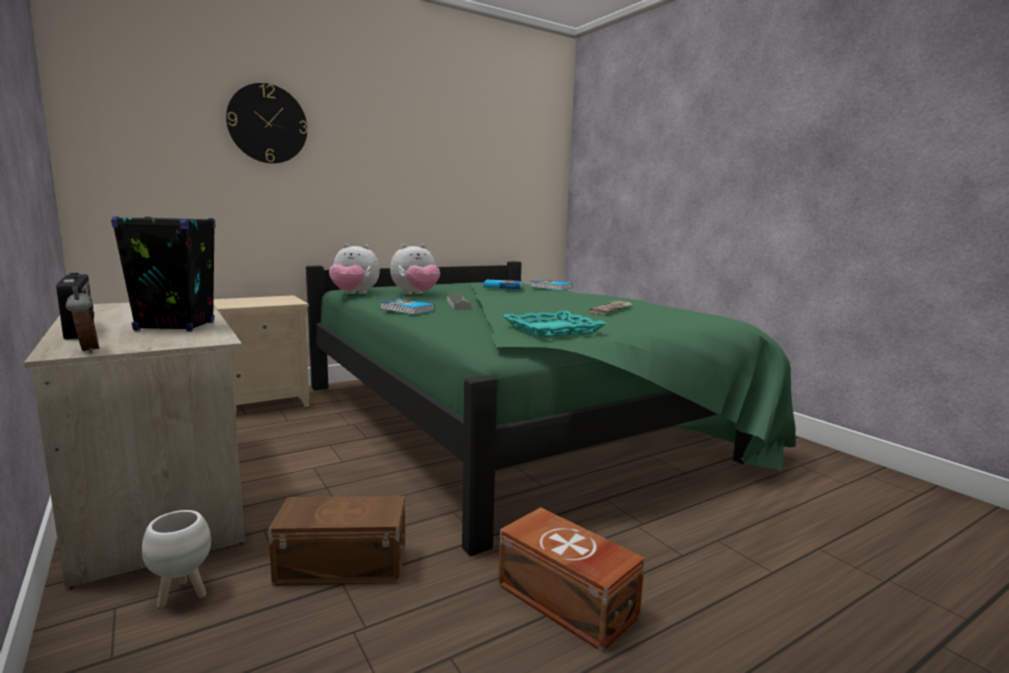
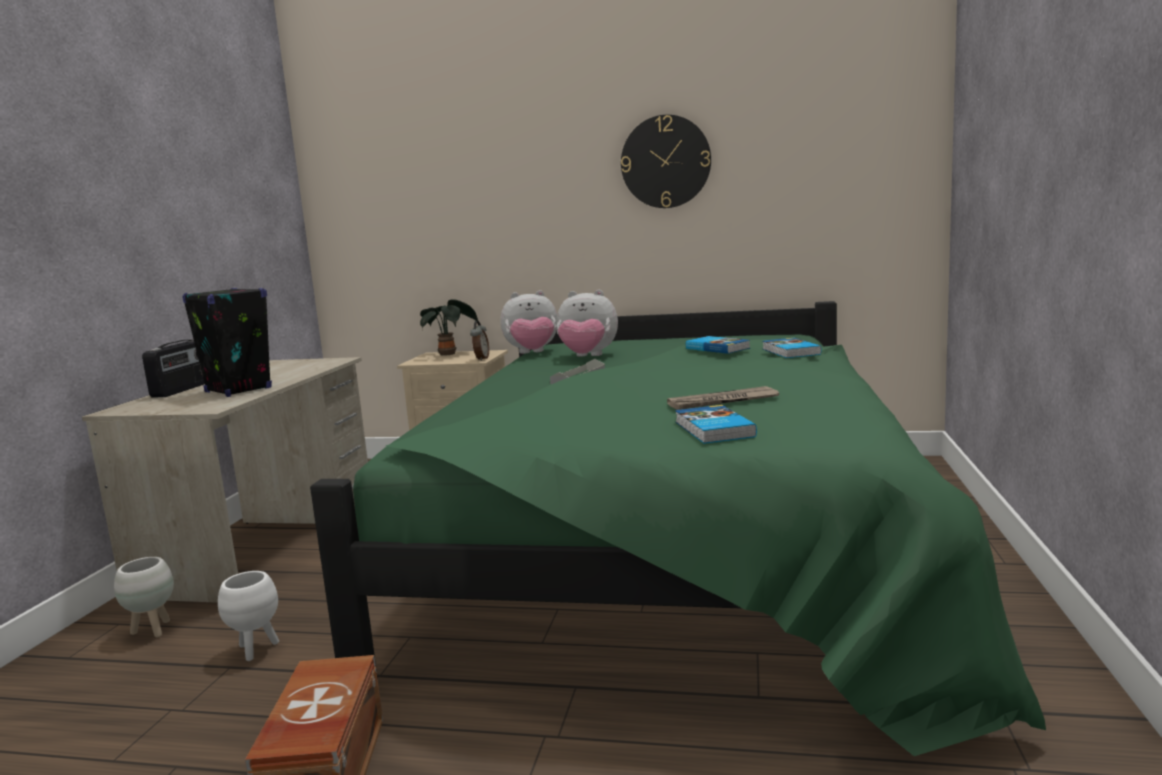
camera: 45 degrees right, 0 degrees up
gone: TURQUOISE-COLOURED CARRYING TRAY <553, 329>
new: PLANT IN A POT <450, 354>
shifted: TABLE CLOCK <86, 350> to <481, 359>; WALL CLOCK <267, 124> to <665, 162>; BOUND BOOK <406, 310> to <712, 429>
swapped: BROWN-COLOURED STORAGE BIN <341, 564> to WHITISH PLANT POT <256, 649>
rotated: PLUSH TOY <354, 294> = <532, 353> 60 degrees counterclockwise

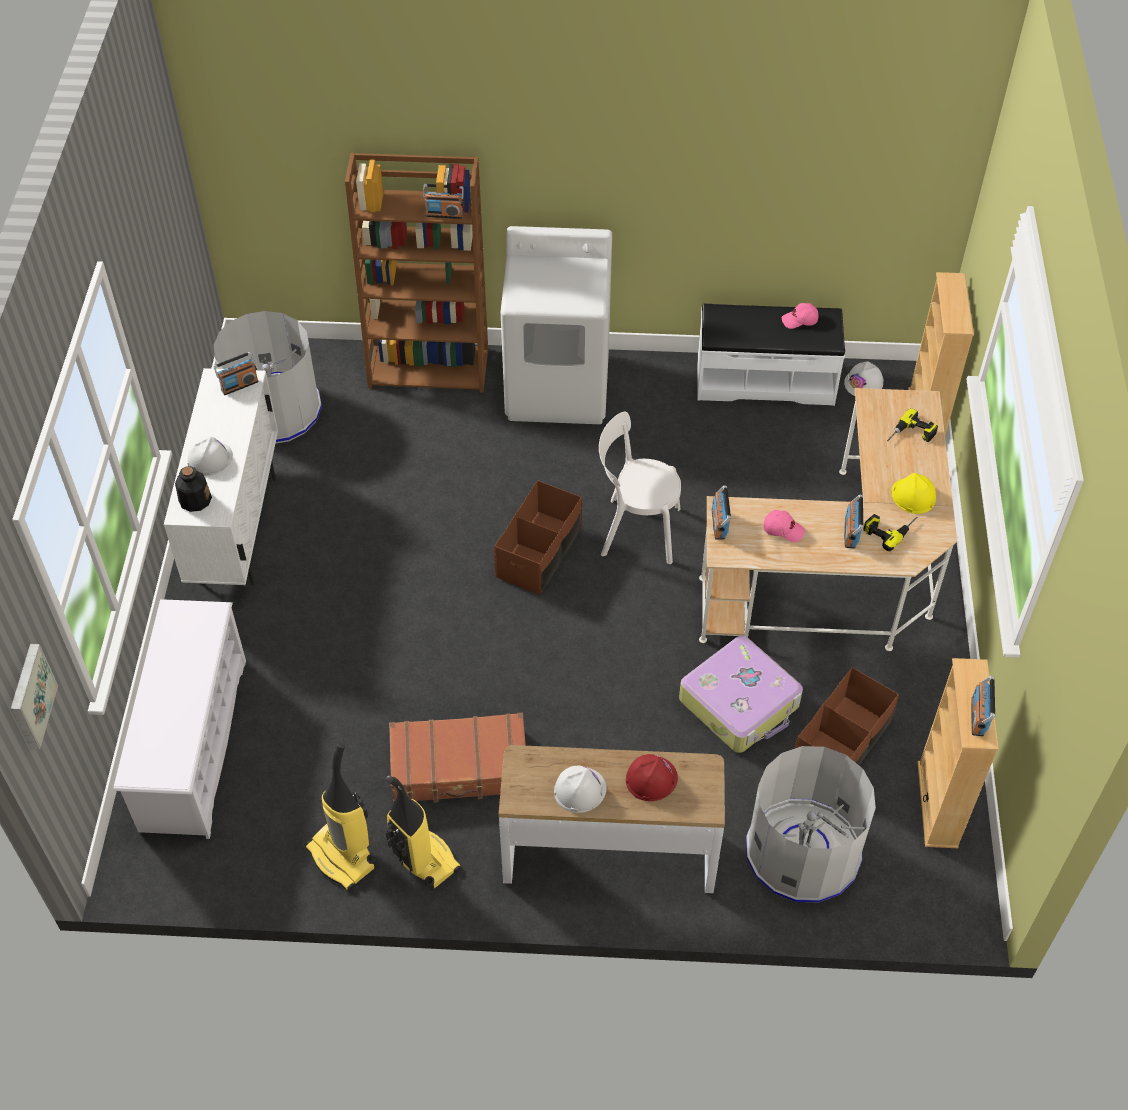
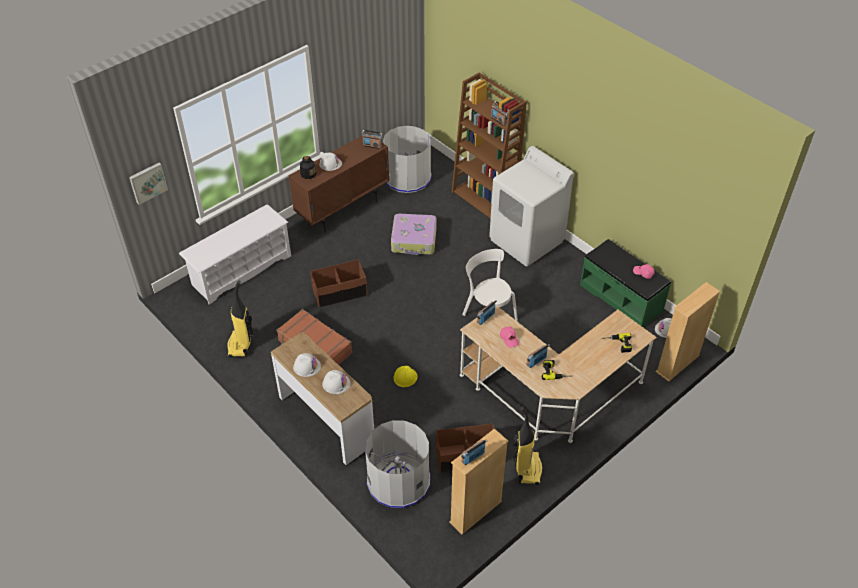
camera: 45 degrees right, 5 degrees down
shifted: BROWN-COLOURED STORAGE BIN <539, 552> to <340, 292>; PIECE OF LUGGAGE <740, 703> to <414, 240>; YELLOW-COLOURED HARD HAT <913, 496> to <405, 377>; VACUUM CLEANER <422, 859> to <527, 468>
repainted: WHITISH CABINET <238, 529> to BROWN-COLOURED CABINET <343, 210>; RED HARD HAT <651, 778> to WHITISH HARD HAT <336, 383>; WHITISH LONG SEAT <765, 380> to GREENISH LONG SEAT <621, 297>

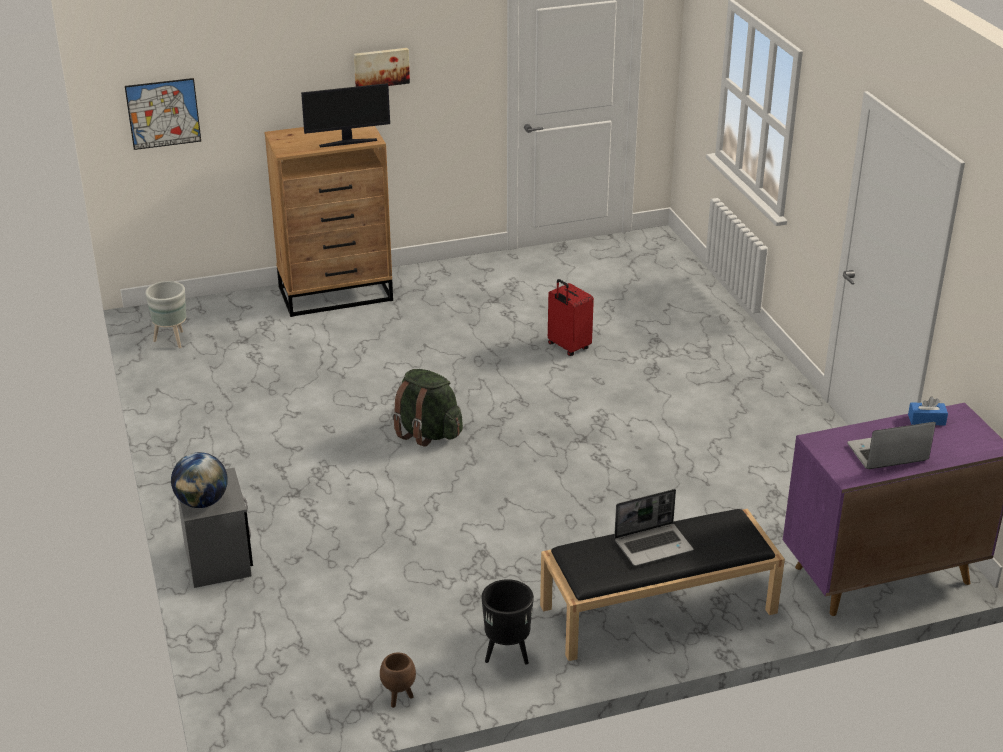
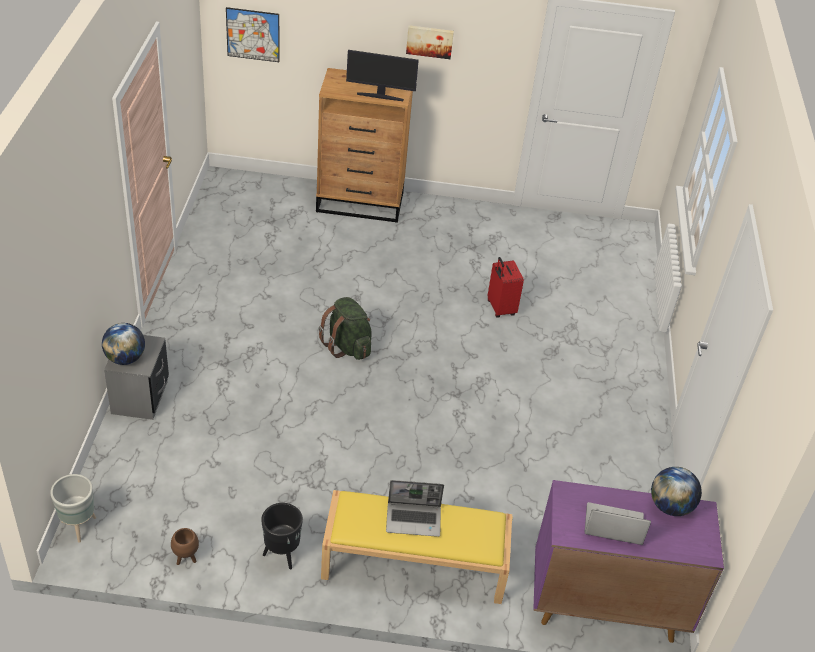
camera: 20 degrees right, 10 degrees up
shifted: GREY PLANT POT <171, 340> to <79, 526>
swapped: BLUE TISSUE HOLDER <926, 420> to DESK GLOBE <670, 506>
repainted: BLACKISH LONG SEAT <657, 610> to YELLOW-COLOURED LONG SEAT <413, 563>

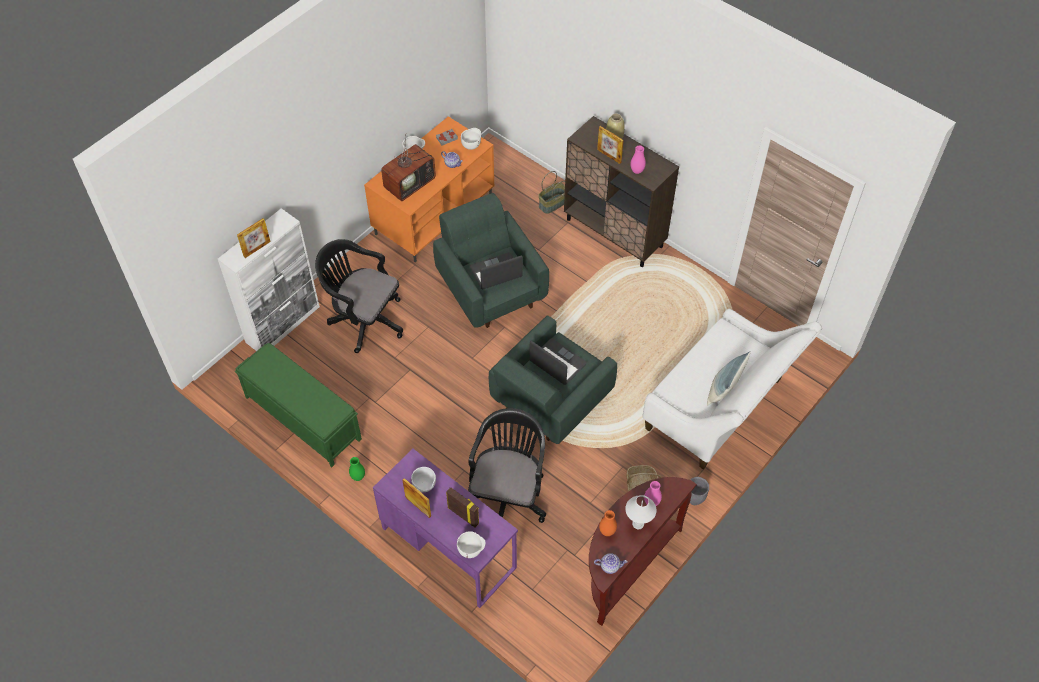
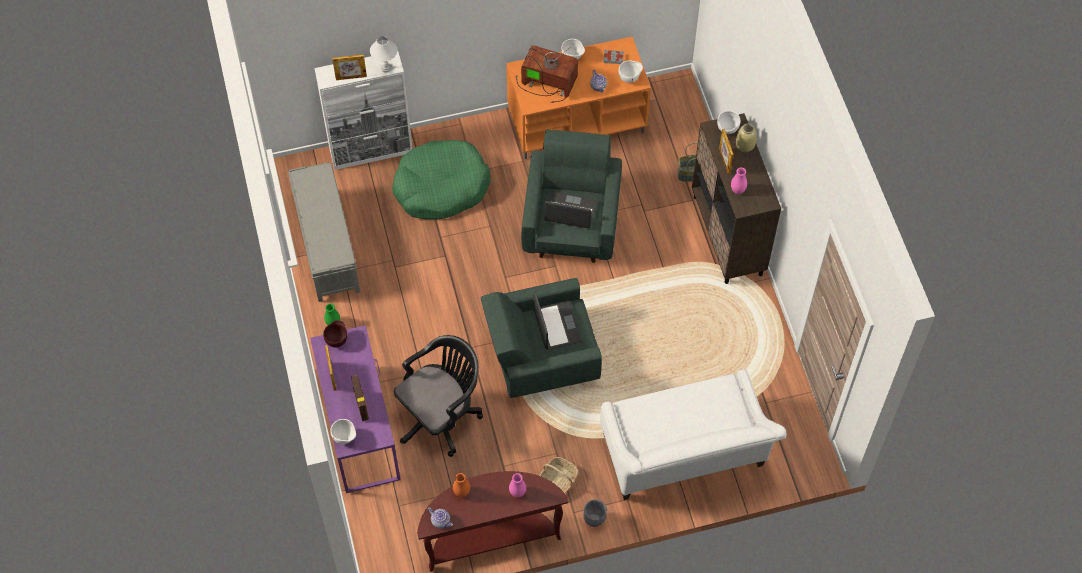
camera: 35 degrees right, 5 degrees up
gone: CUSHION <723, 390>
new: BROWN-COLOURED DEEP DISH <337, 340>
shifted: WHITISH TABLE LAMP <638, 523> to <385, 67>; WHITISH DEEP DISH <424, 487> to <727, 130>
swapped: BLACKISH OFFICE CHAIR <364, 319> to GREENISH DOG BED <441, 187>
repainted: GREENISH LONG SEAT <302, 417> to GREY LONG SEAT <327, 244>
rotated: TELEVISION <410, 183> = <547, 84> 150 degrees counterclockwise

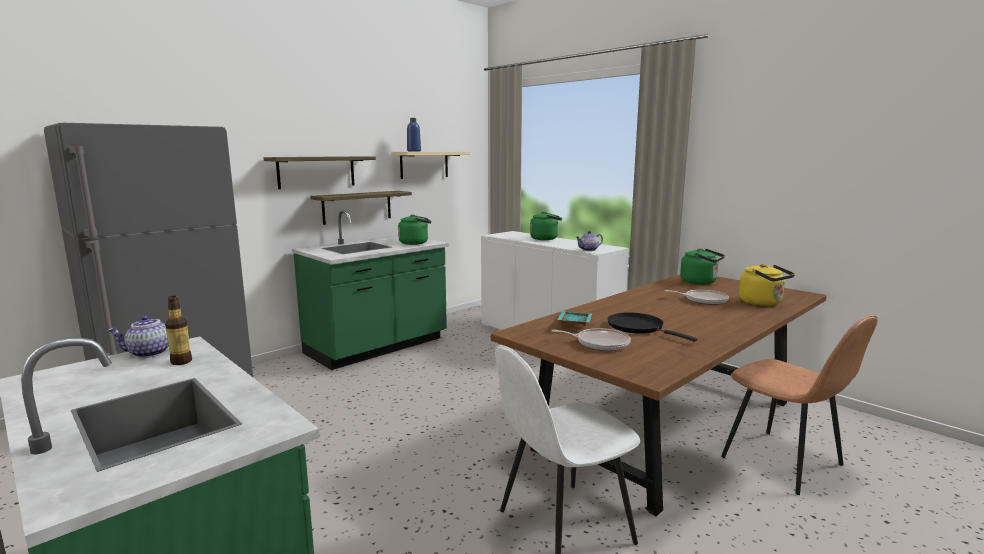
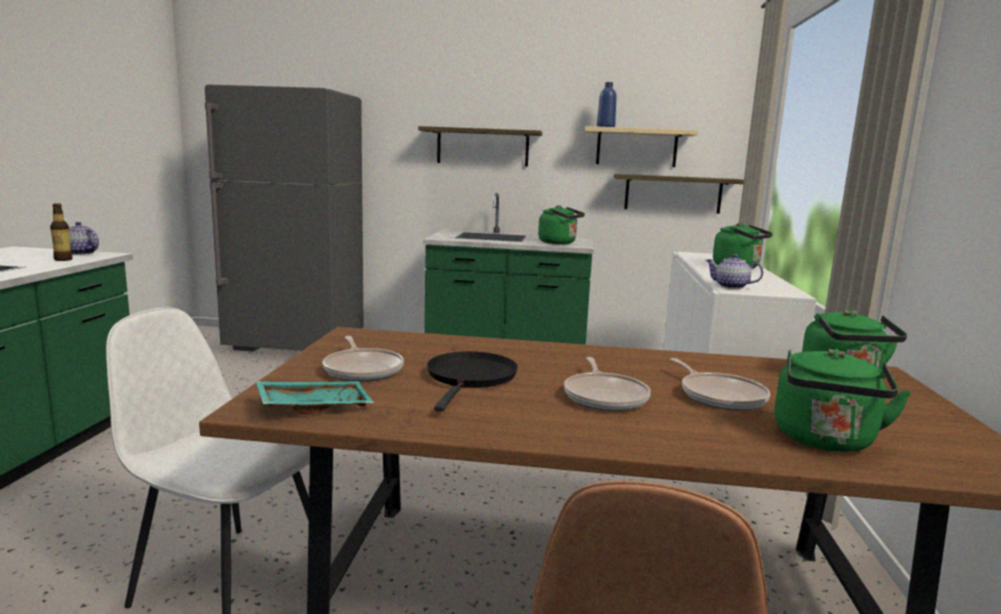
camera: 50 degrees right, 0 degrees up
new: PAN <605, 396>
shifted: TURQUOISE-COLOURED CARRYING TRAY <573, 324> to <314, 406>; WALL SHELF <357, 207> to <673, 193>
repainted: YELLOW-COLOURED WATER KETTLE <763, 303> to GREENISH WATER KETTLE <825, 441>

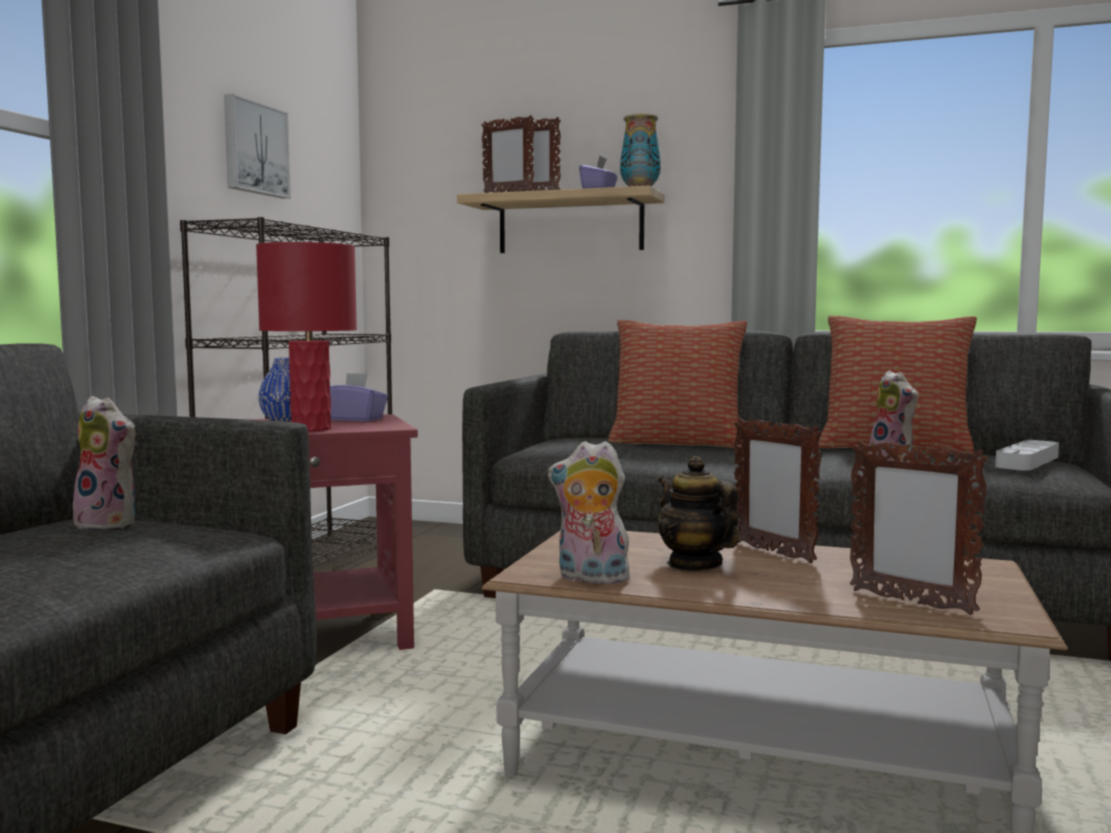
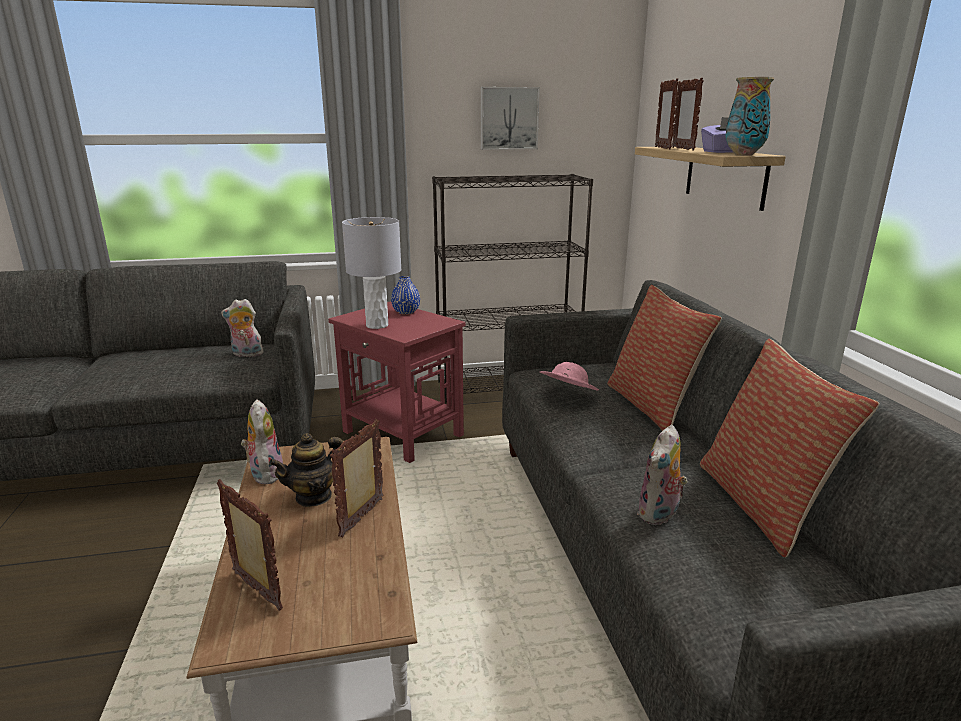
camera: 60 degrees right, 15 degrees up
gone: PURPLISH TISSUE HOLDER <355, 419>; GREY CARRYING TRAY <1027, 462>
new: PINK CLOTHING HAT <567, 394>
repainted: RED TABLE LAMP <311, 429> to GREY TABLE LAMP <376, 325>
rotated: PHOTO FRAME <910, 602> = <257, 592> 120 degrees clockwise; PLUSH TOY <111, 525> = <246, 354> 90 degrees clockwise; POT FOR TEA <694, 564> = <314, 496> 150 degrees counterclockwise

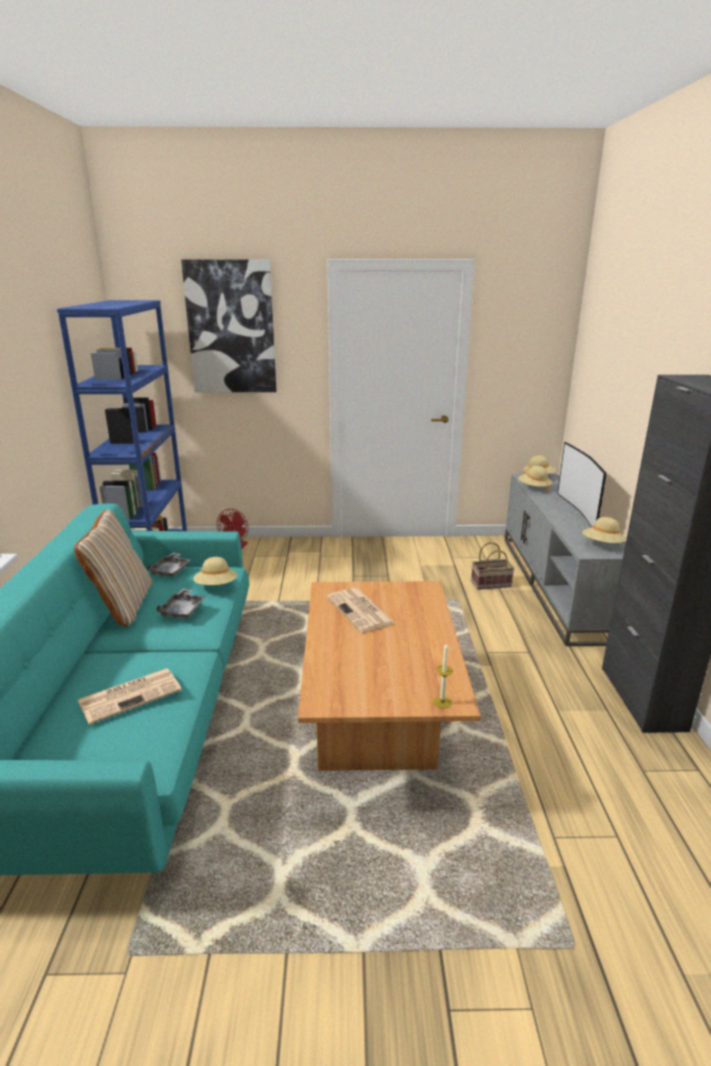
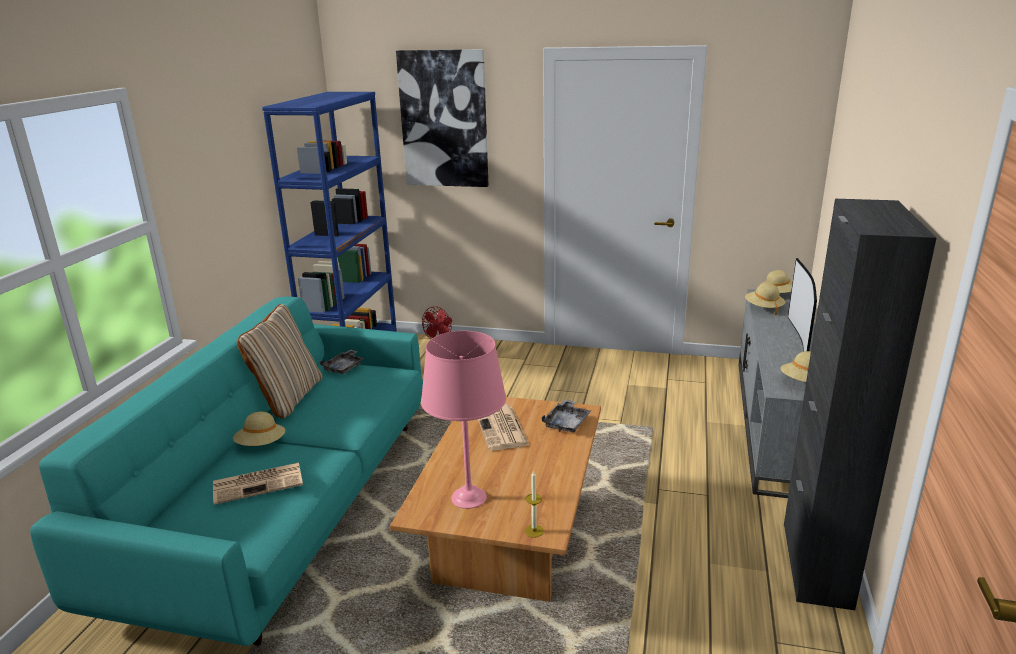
camera: 15 degrees right, 0 degrees up
gone: HOUSEHOLD BASKET <491, 583>
new: PINK TABLE LAMP <469, 497>
shifted: SAND-COLOURED CLOTHING HAT <216, 586> to <261, 445>; GREY CARRYING TRAY <183, 610> to <567, 423>

